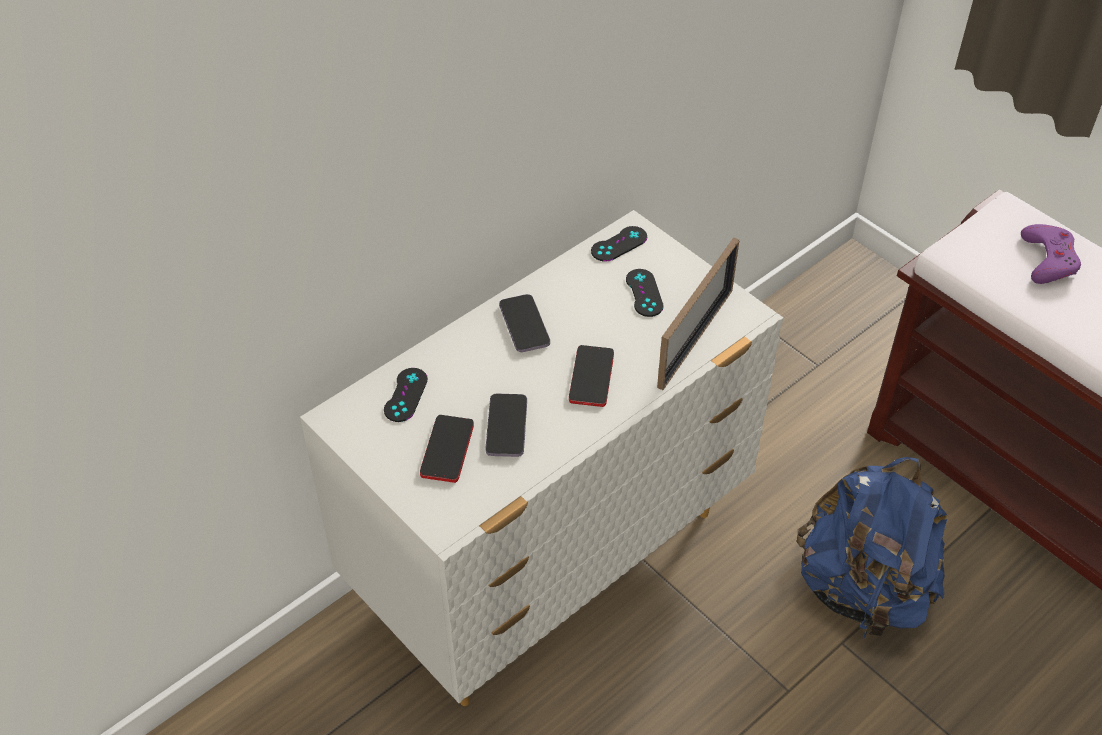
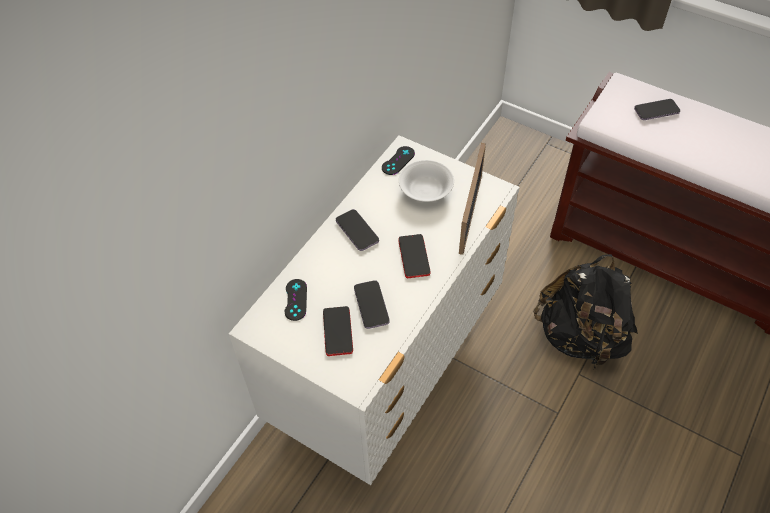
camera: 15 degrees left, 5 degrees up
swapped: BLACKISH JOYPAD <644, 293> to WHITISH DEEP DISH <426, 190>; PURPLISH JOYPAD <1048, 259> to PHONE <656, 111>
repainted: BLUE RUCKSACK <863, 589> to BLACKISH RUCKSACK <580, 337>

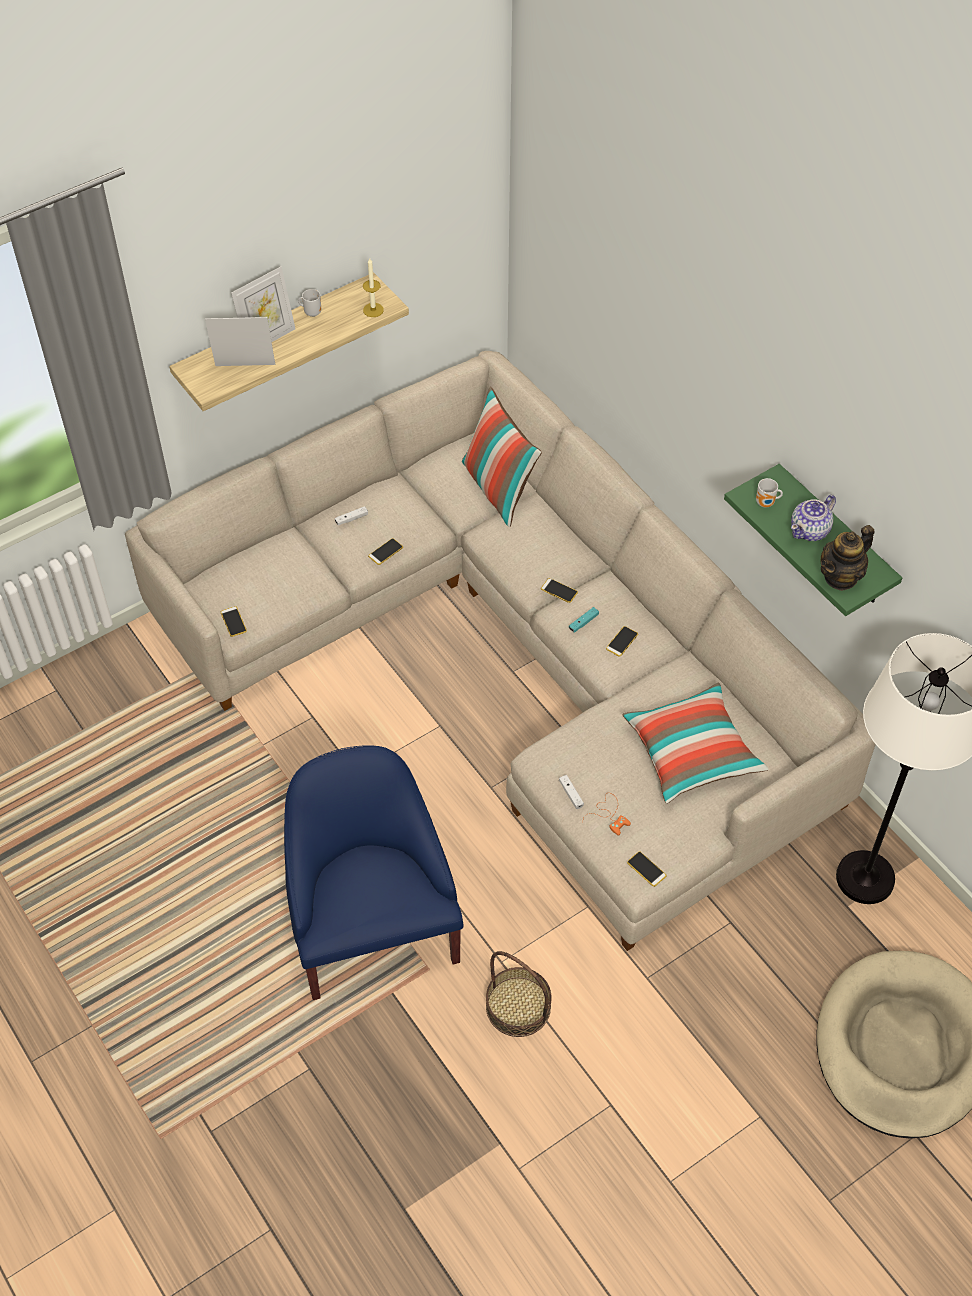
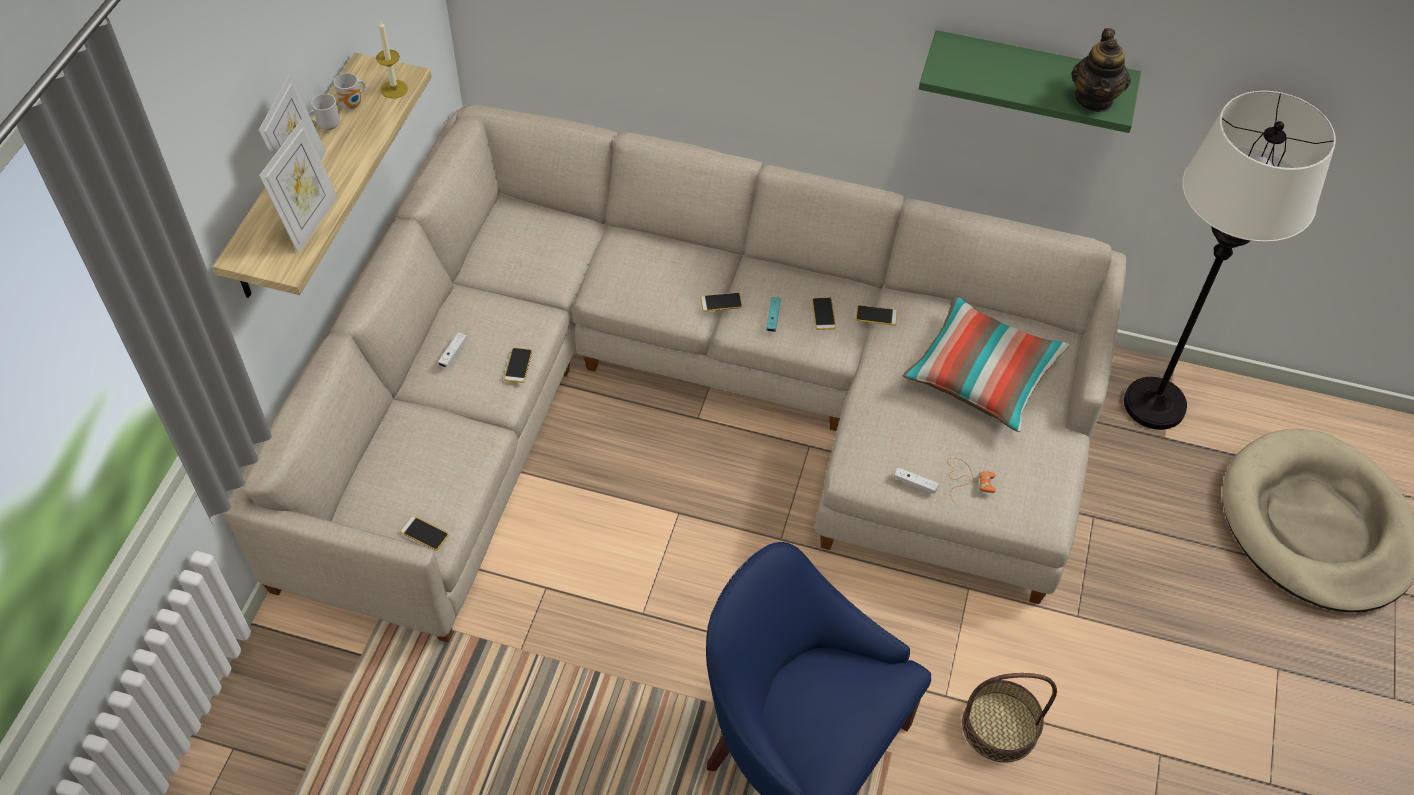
camera: 40 degrees left, 0 degrees up
gone: CUSHION <499, 489>; POT FOR TEA <810, 530>
shifted: MUG <766, 504> to <353, 104>; PHONE <646, 869> to <876, 315>
rotated: PHOTO FRAME <245, 369> = <310, 222> 150 degrees clockwise

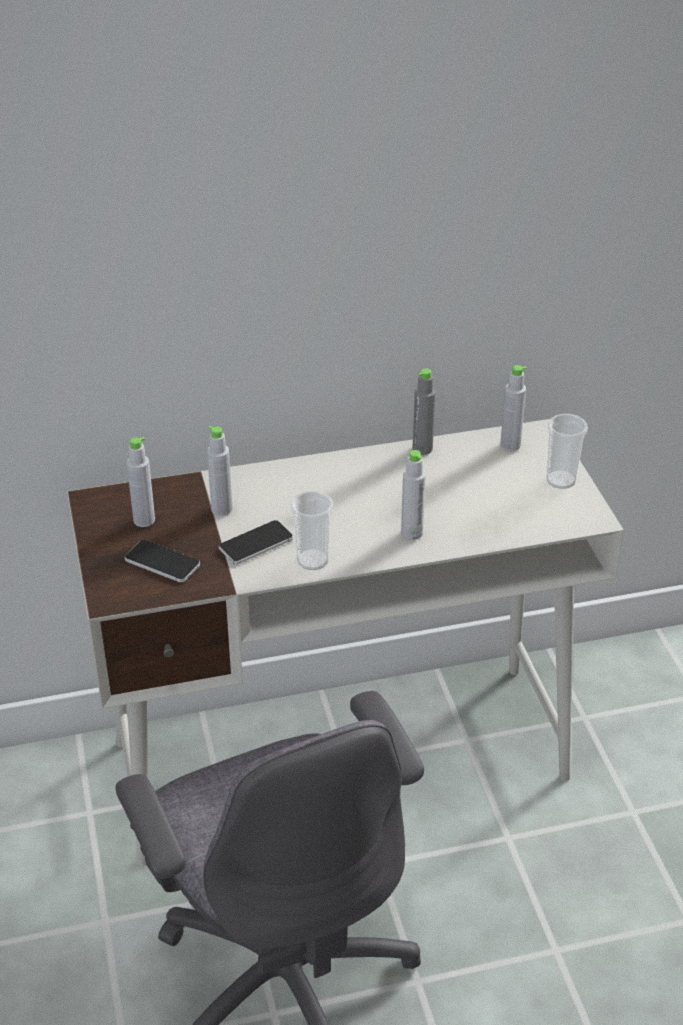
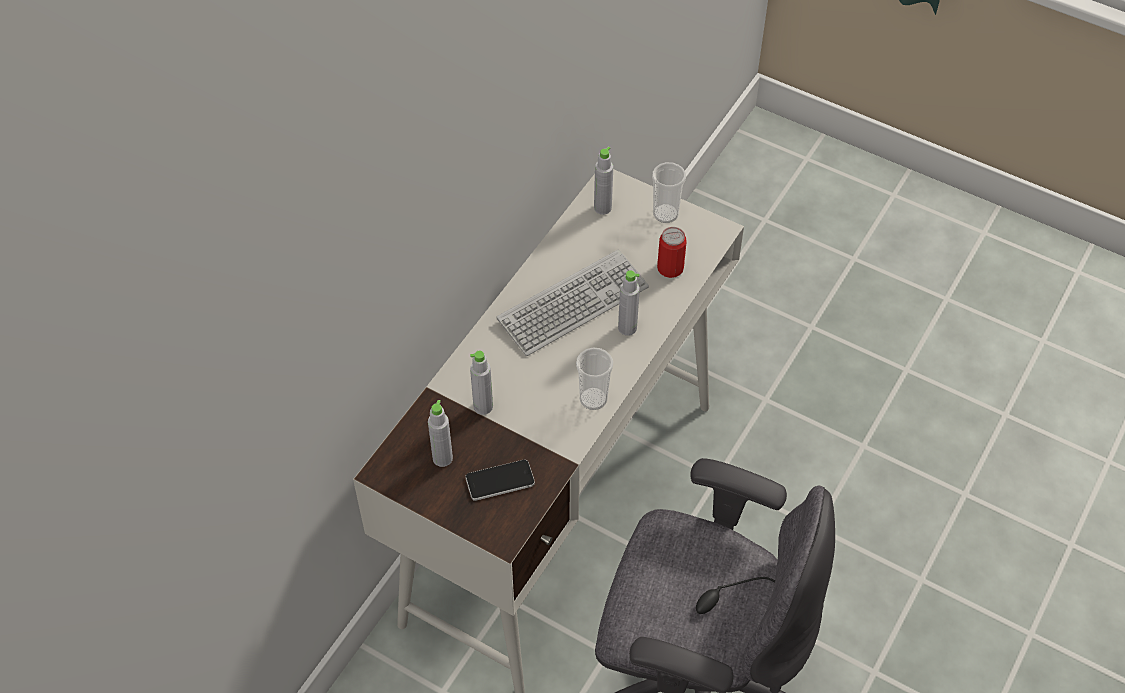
camera: 45 degrees left, 15 degrees up
gone: PHONE <256, 543>; GREY BOTTLE <422, 449>
new: PC KEYBOARD <573, 304>; METAL CAN <670, 268>

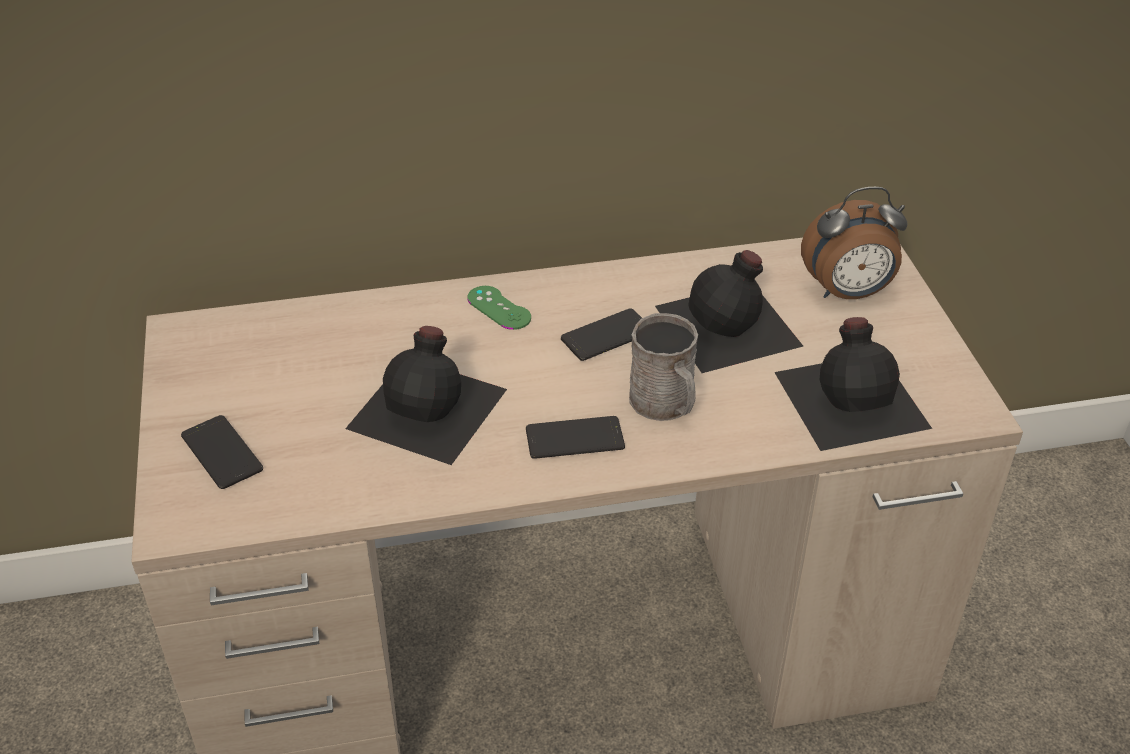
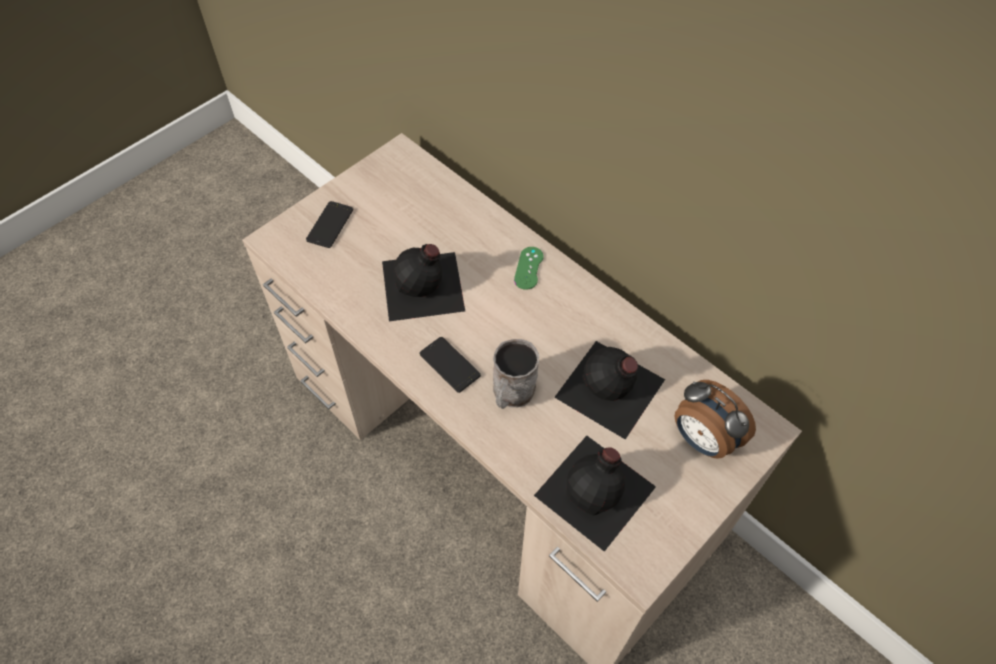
camera: 55 degrees right, 15 degrees up
gone: PHONE <607, 336>

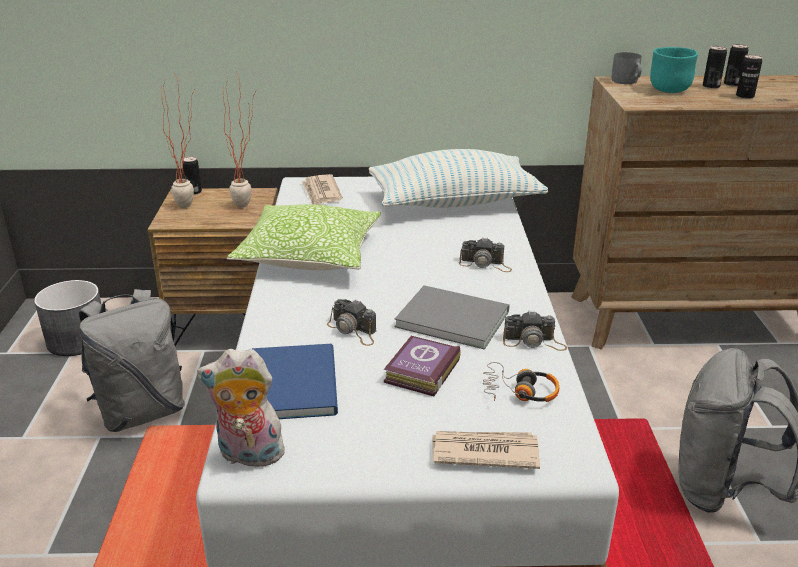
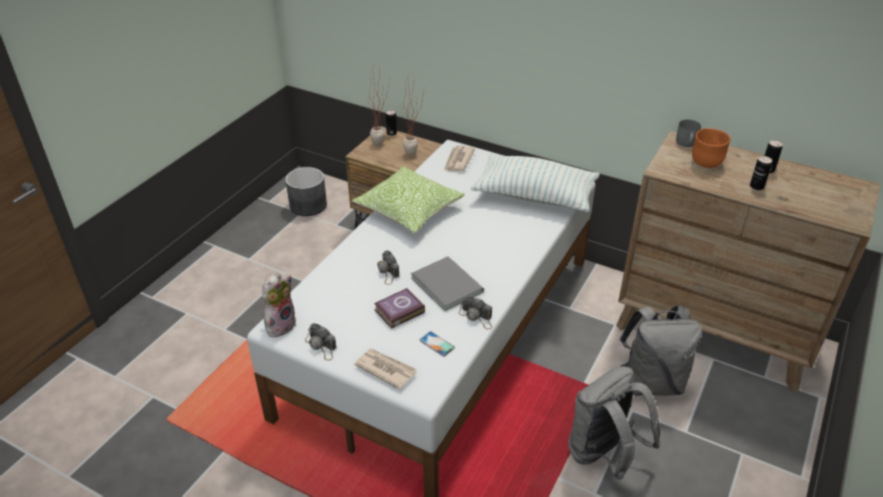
camera: 30 degrees right, 10 degrees up
gone: BLUE BOUND BOOK <296, 382>; METAL CAN <711, 86>
shifted: STILL CAMERA <485, 264> to <321, 346>; GREY RUCKSACK <142, 412> to <651, 382>
swapped: HEADSET <519, 391> to PHONE <437, 344>
repainted: TURQUOISE-COLOURED DEEP DISH <669, 90> to ORANGE-COLOURED DEEP DISH <706, 162>
rotated: PLUSH TOY <248, 456> = <280, 324> 90 degrees clockwise

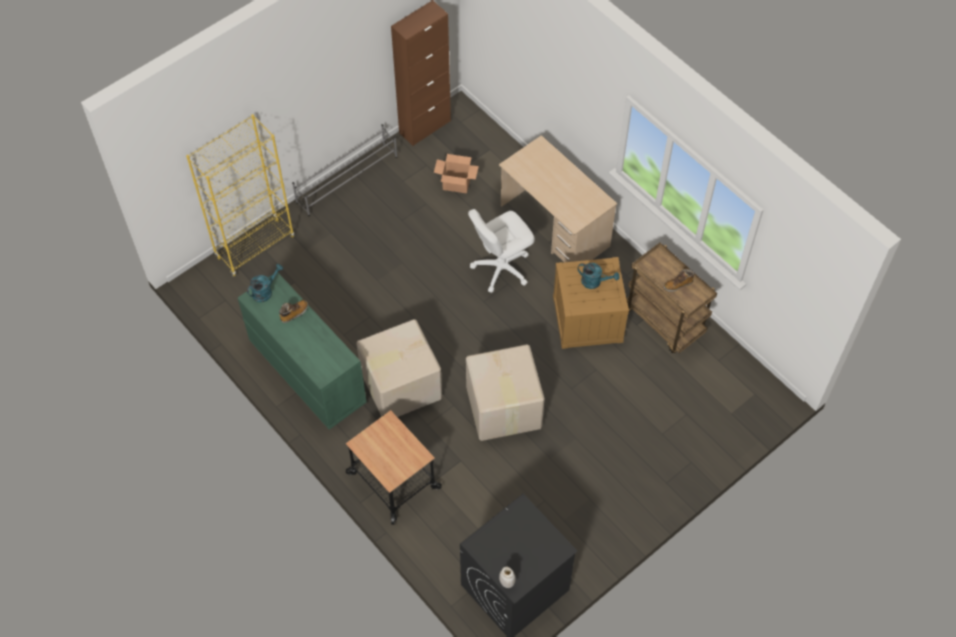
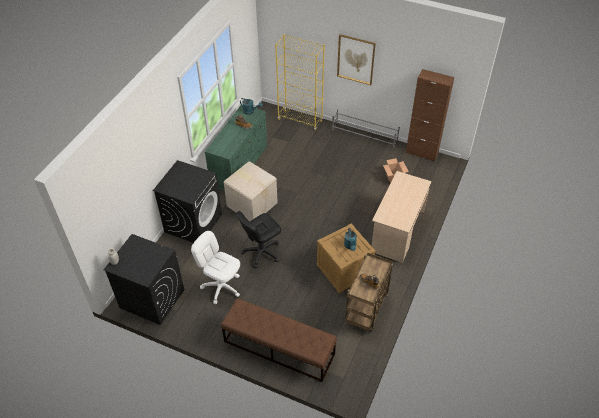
camera: 65 degrees right, 10 degrees down
new: BROWN-COLOURED LONG SEAT <278, 348>; WALL PICTURE <356, 59>
shifted: WHITISH OFFICE CHAIR <501, 268> to <221, 286>
swapped: TROLLEY <393, 481> to BLACKISH WASHING MACHINE <193, 223>; CARTON <503, 408> to BLACKISH OFFICE CHAIR <261, 252>

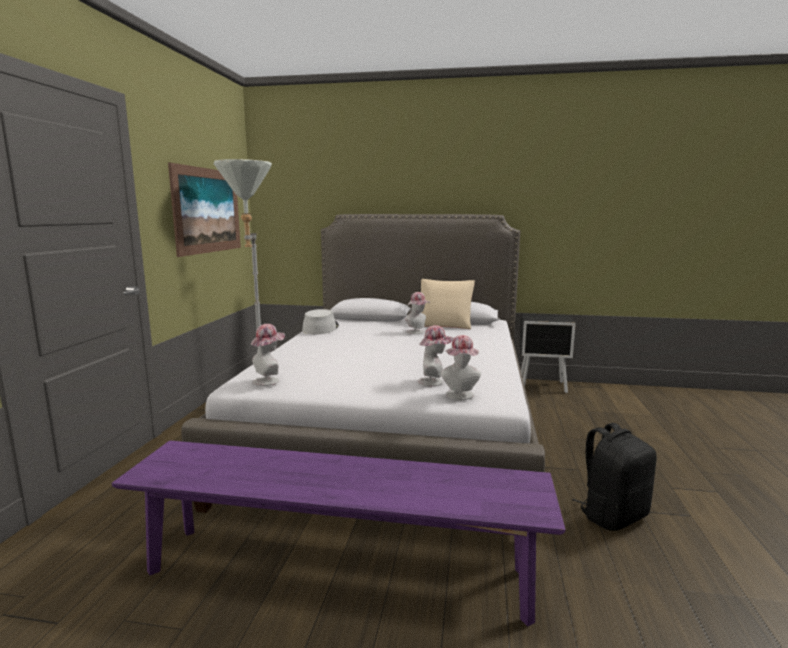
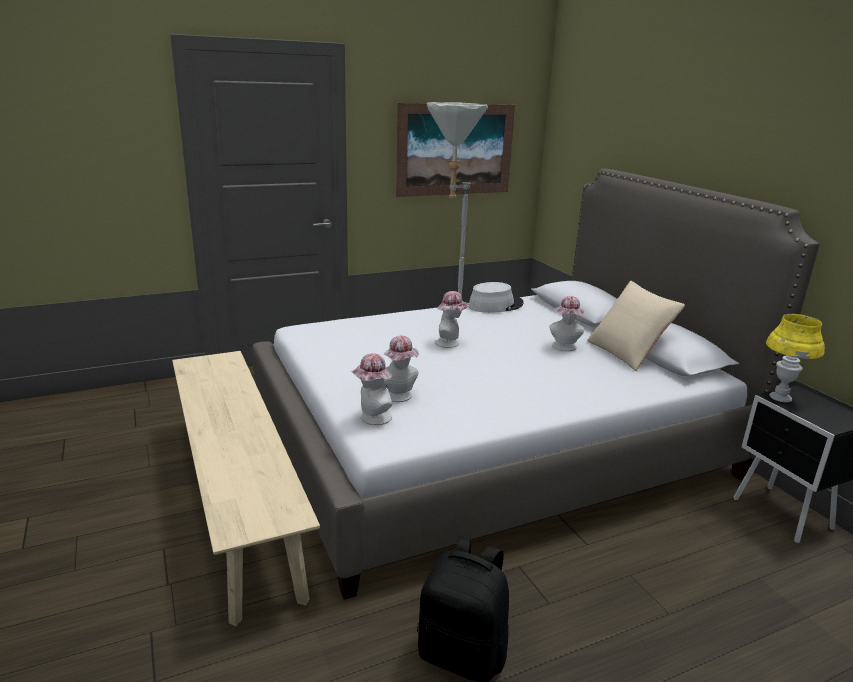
camera: 55 degrees right, 10 degrees up
new: YELLOW-COLOURED TABLE LAMP <780, 398>
shifted: CLOTHING HAT <269, 380> to <450, 343>
repainted: PURPLISH LONG SEAT <338, 571> to SAND-COLOURED LONG SEAT <238, 501>

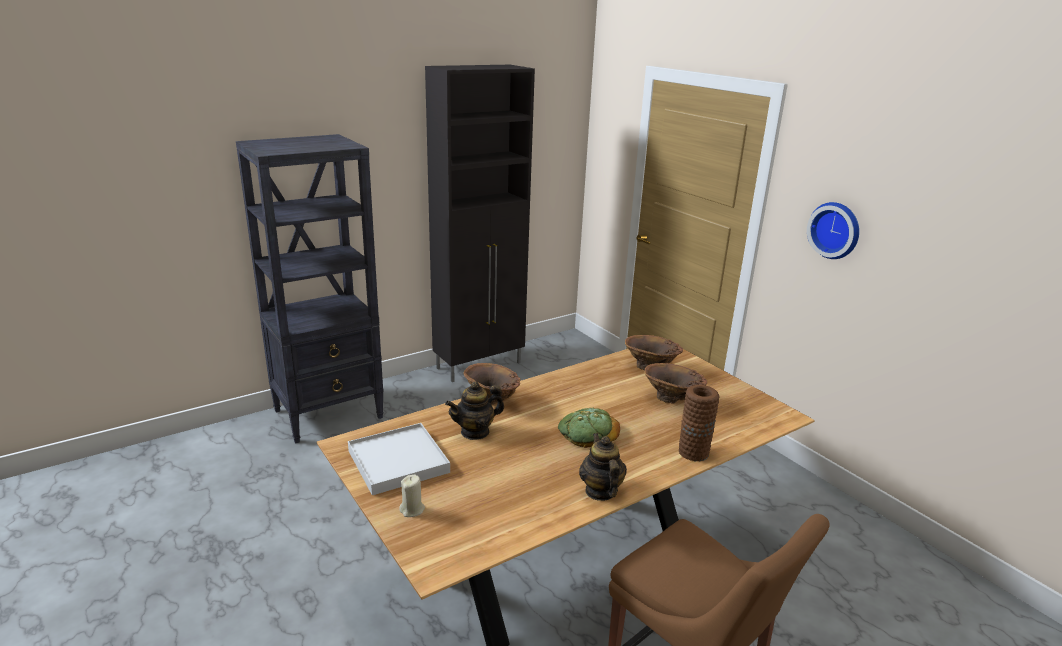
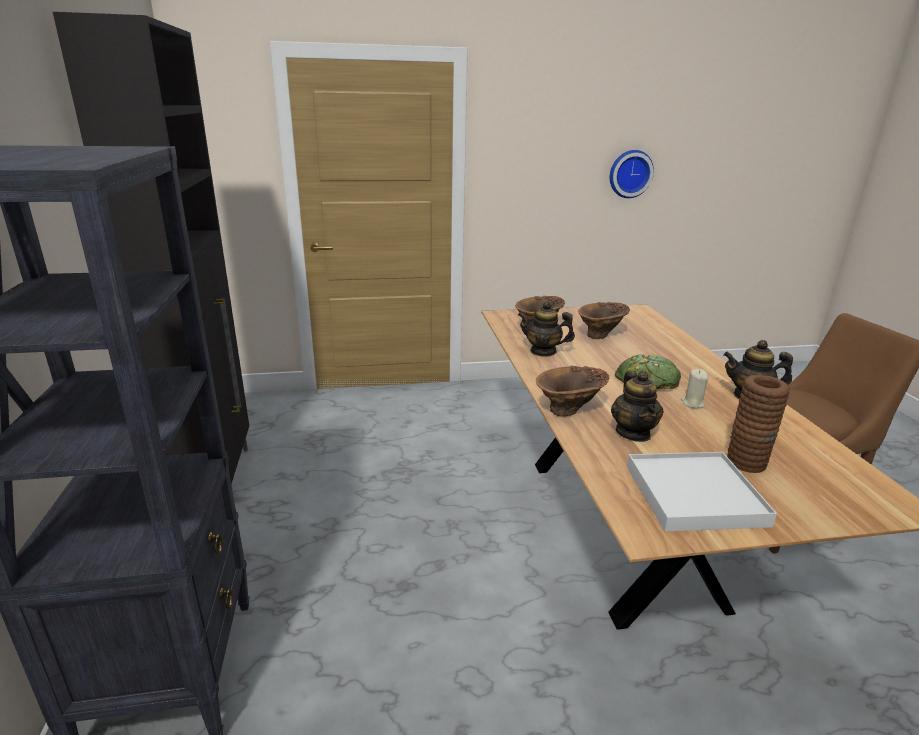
camera: 65 degrees left, 0 degrees up
new: POT FOR TEA <543, 351>
shifted: WALL CLOCK <835, 230> to <629, 173>; SAND-COLOURED WAX CANDLE <412, 509> to <692, 403>; BROWN-COLOURED FLOWER VASE <693, 452> to <746, 462>

